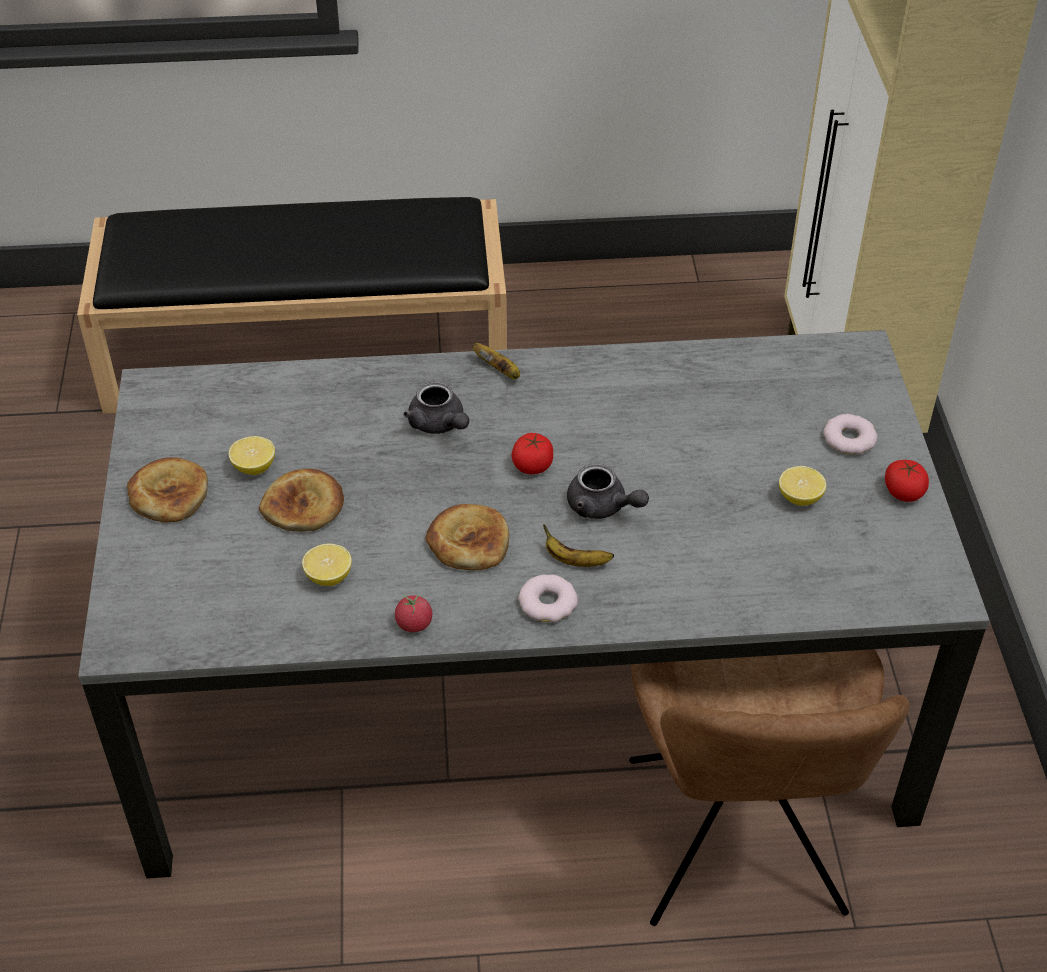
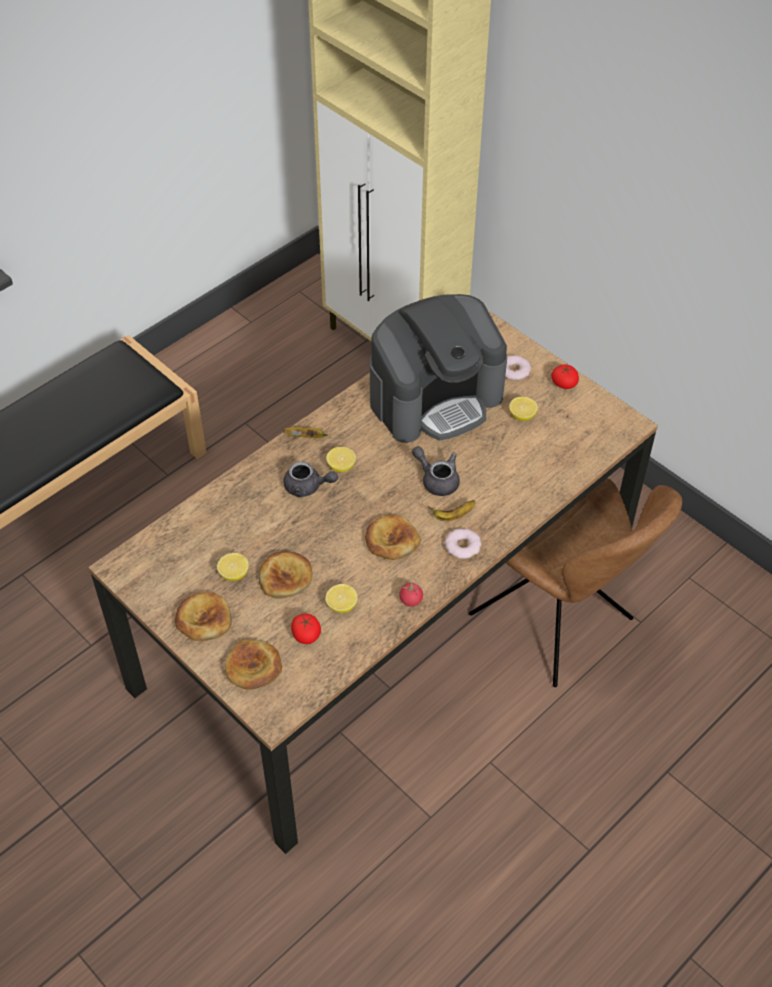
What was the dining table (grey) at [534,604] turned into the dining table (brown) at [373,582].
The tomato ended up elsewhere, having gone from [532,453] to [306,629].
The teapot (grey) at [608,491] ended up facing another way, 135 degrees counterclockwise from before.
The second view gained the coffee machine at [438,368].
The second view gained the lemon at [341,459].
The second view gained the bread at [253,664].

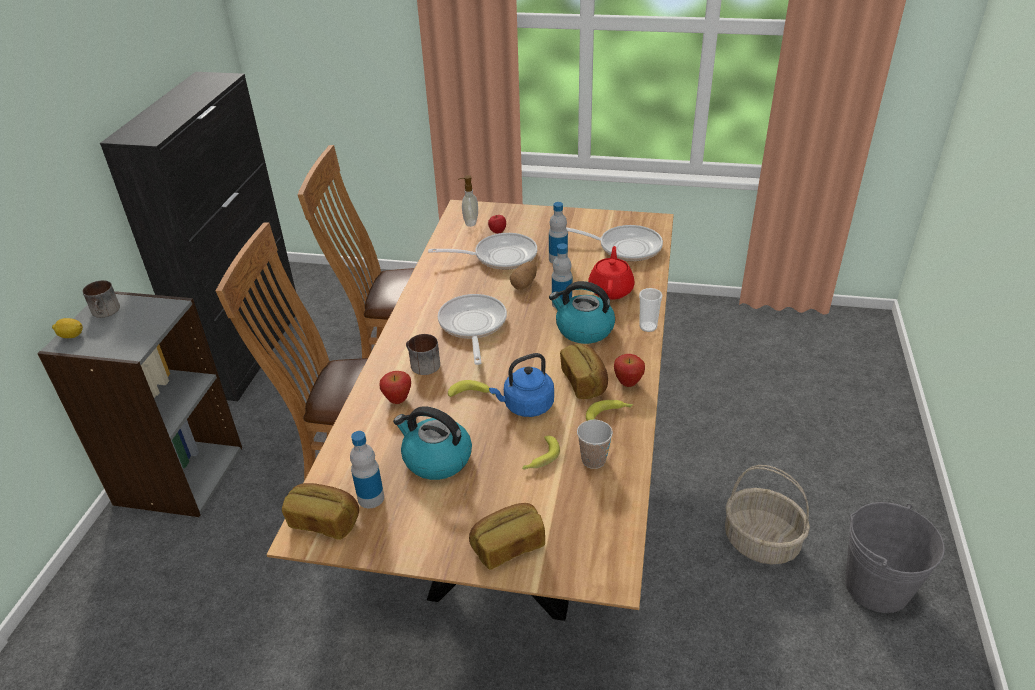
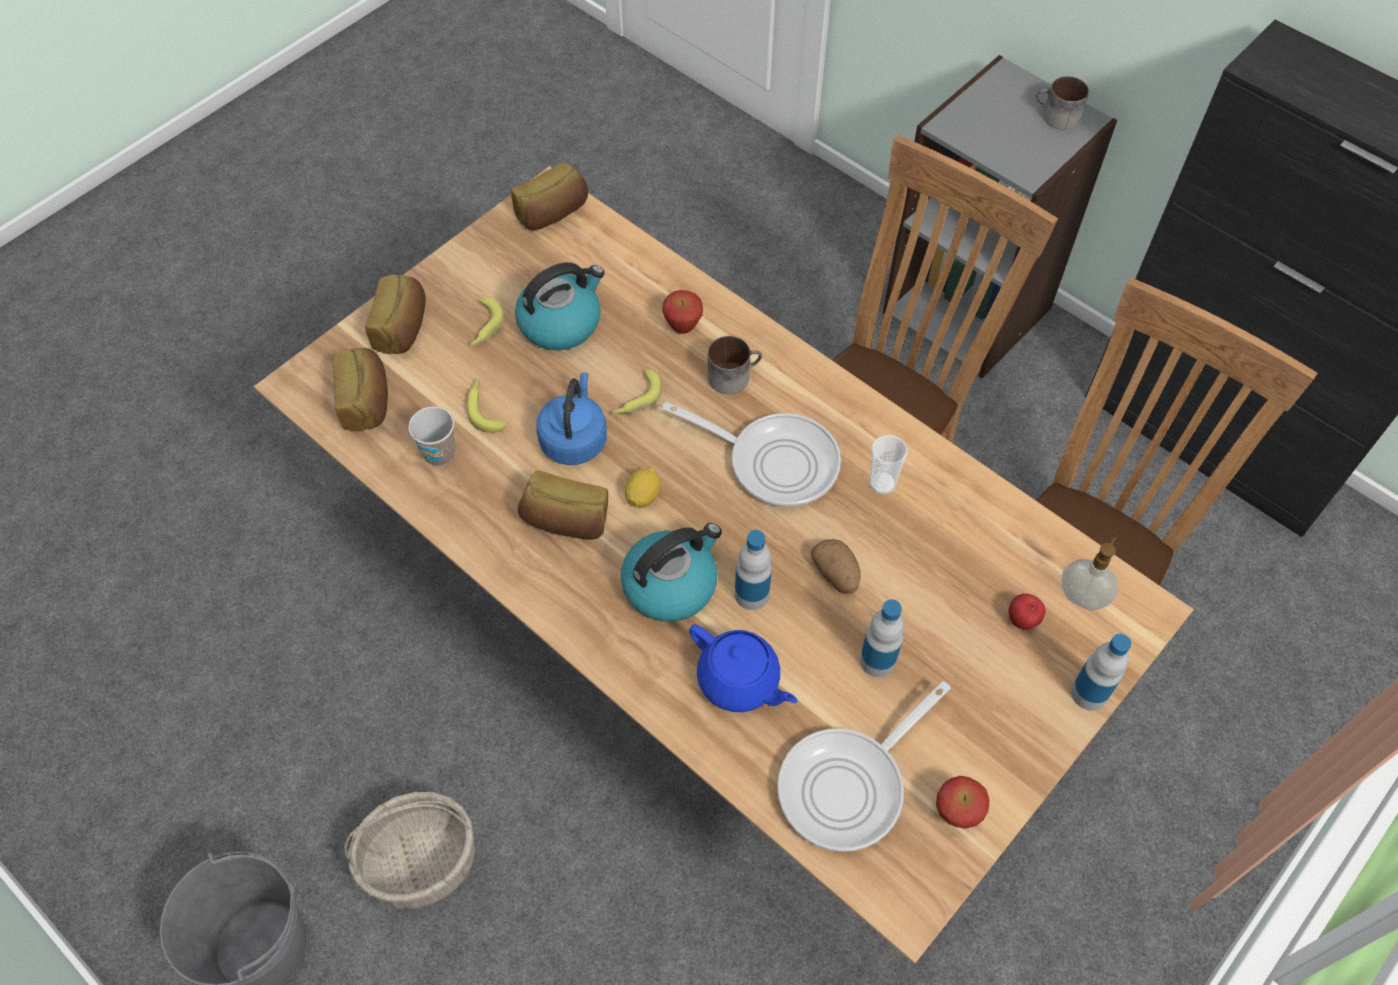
The second view lost the frying pan at [482,251].
What was the teapot (red) at [611,273] turned into the teapot (blue) at [743,668].
The cup ended up elsewhere, having gone from [651,310] to [888,464].
The lemon ended up elsewhere, having gone from [67,328] to [643,488].
The apple ended up elsewhere, having gone from [629,370] to [963,802].
The banana ended up elsewhere, having gone from [609,410] to [488,322].
The bottle ended up elsewhere, having gone from [367,469] to [1101,672].
The second view gained the bread at [360,389].

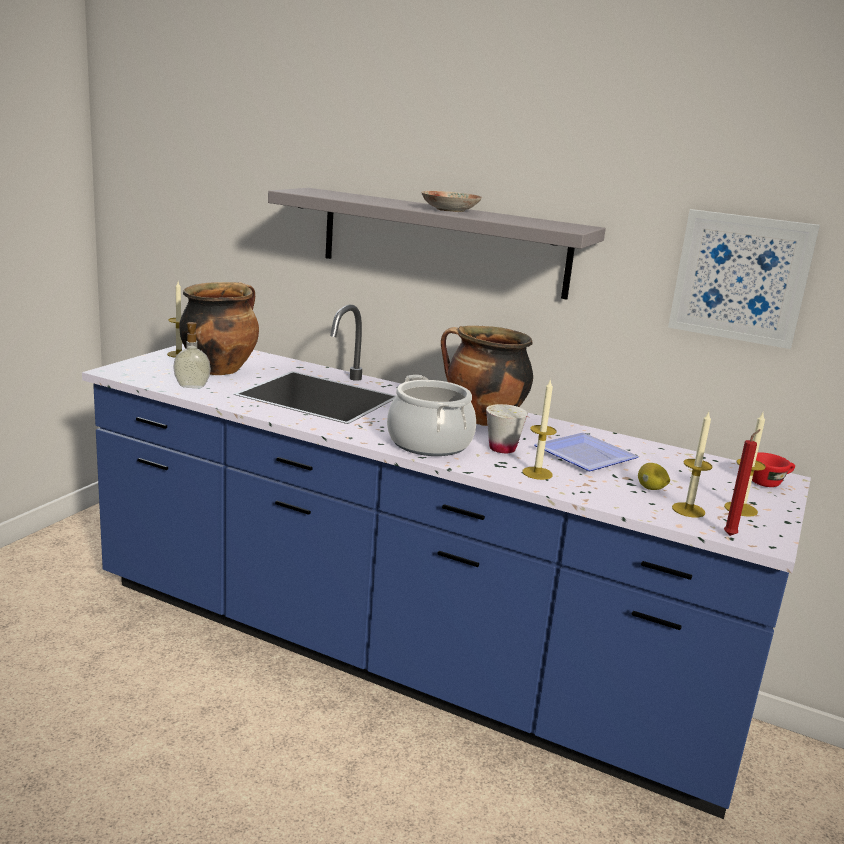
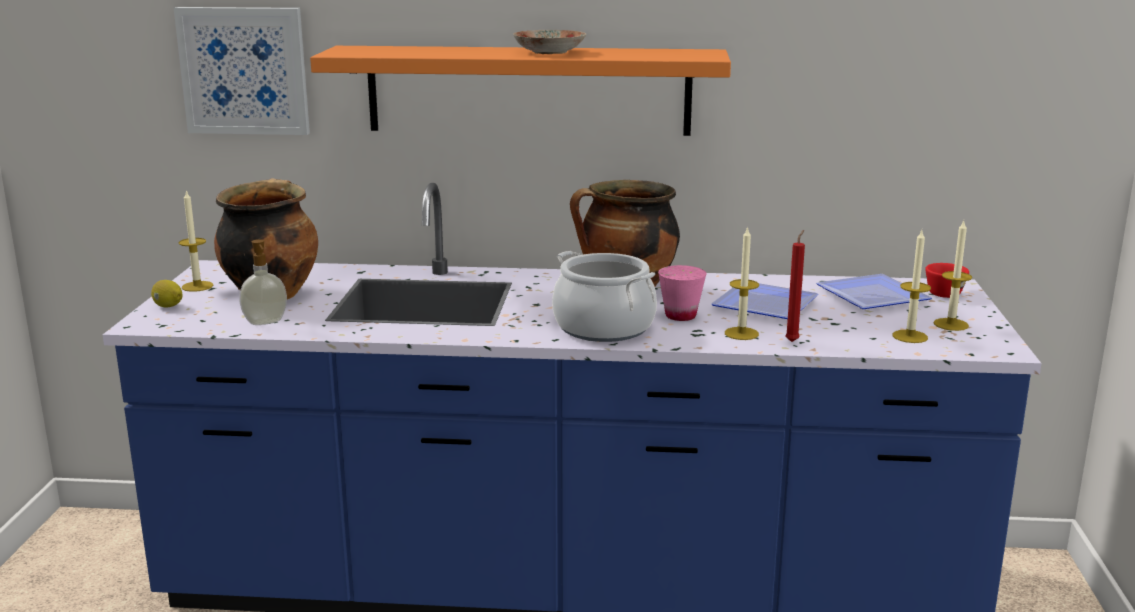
What was the shelf (grey) at [437,243] turned into the shelf (orange) at [520,91].
The picture ended up elsewhere, having gone from [744,279] to [242,71].
What was the cup (white) at [507,428] turned into the cup (pink) at [682,293].
The candle (red) ended up elsewhere, having gone from [742,482] to [795,286].
The lemon ended up elsewhere, having gone from [654,476] to [167,294].
The second view gained the plate at [874,291].

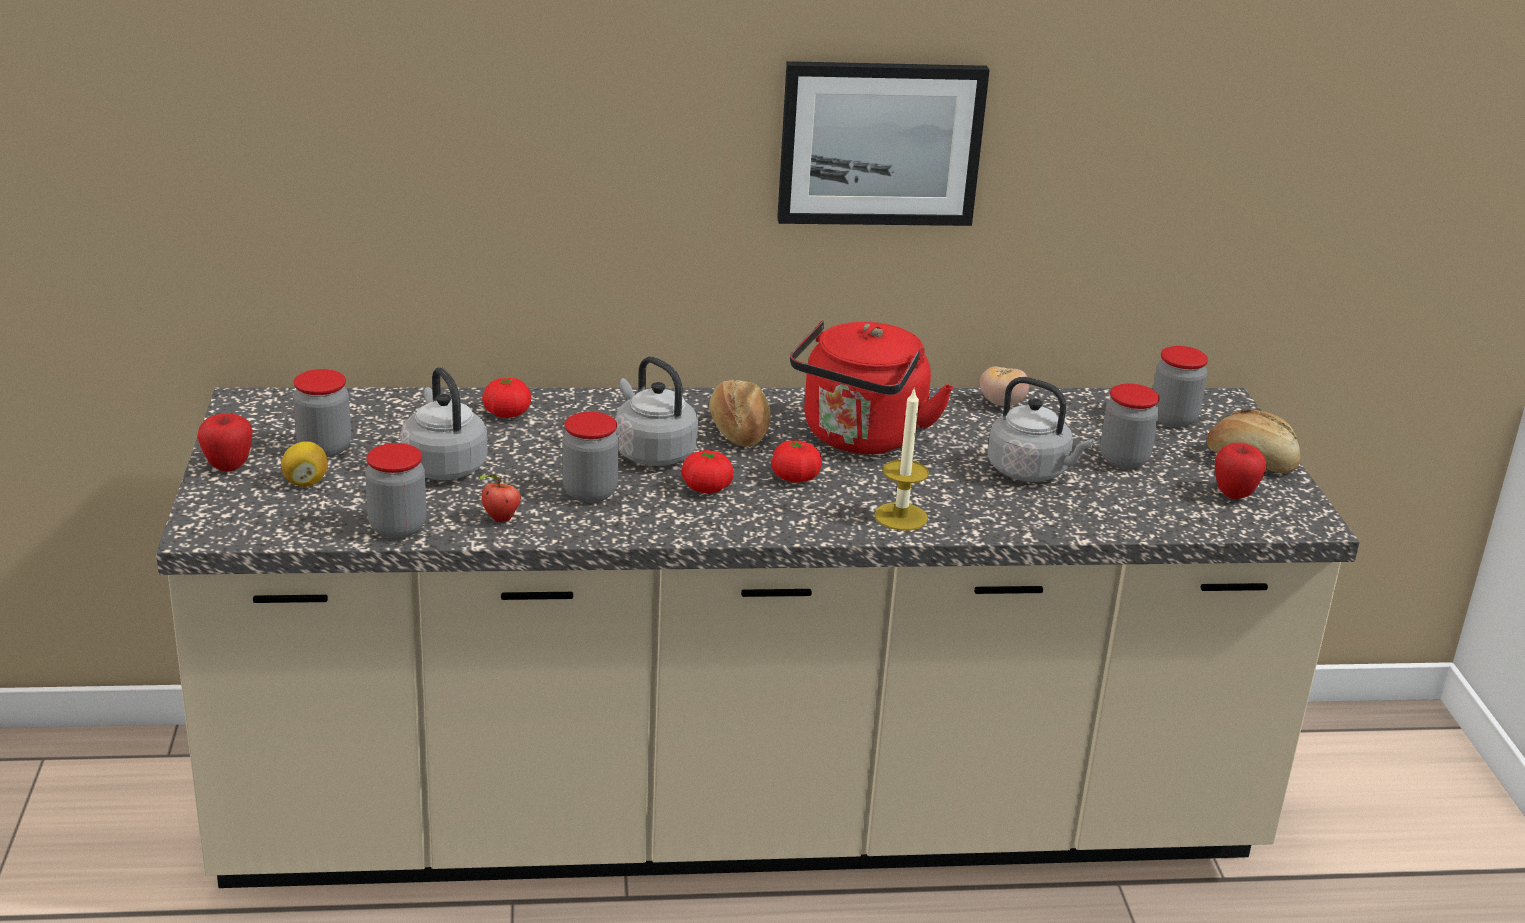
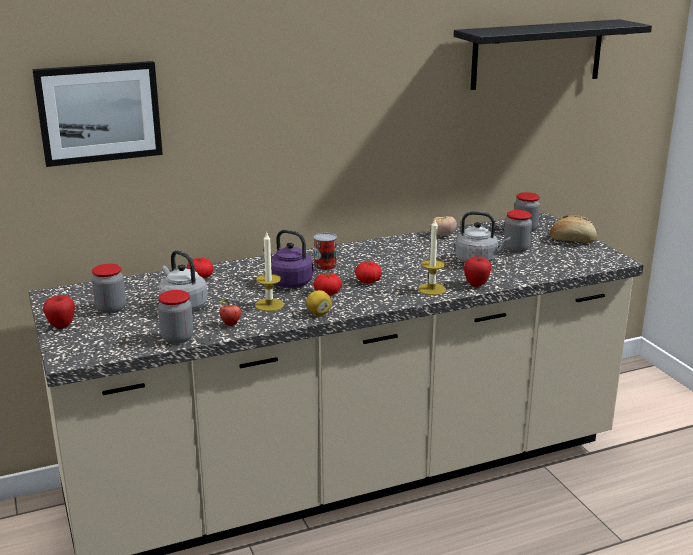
The picture ended up elsewhere, having gone from [883,143] to [97,114].
The second view lost the kettle (red) at [872,387].
What was the kettle (grey) at [656,411] turned into the kettle (purple) at [288,259].
Where the bread stood at [740,413], the can came to stand at [325,252].
Where the jar stood at [591,457], the candle came to stand at [269,272].
The lemon ended up elsewhere, having gone from [304,464] to [319,302].
The apple ended up elsewhere, having gone from [1240,471] to [478,272].
The second view gained the shelf (black) at [553,54].

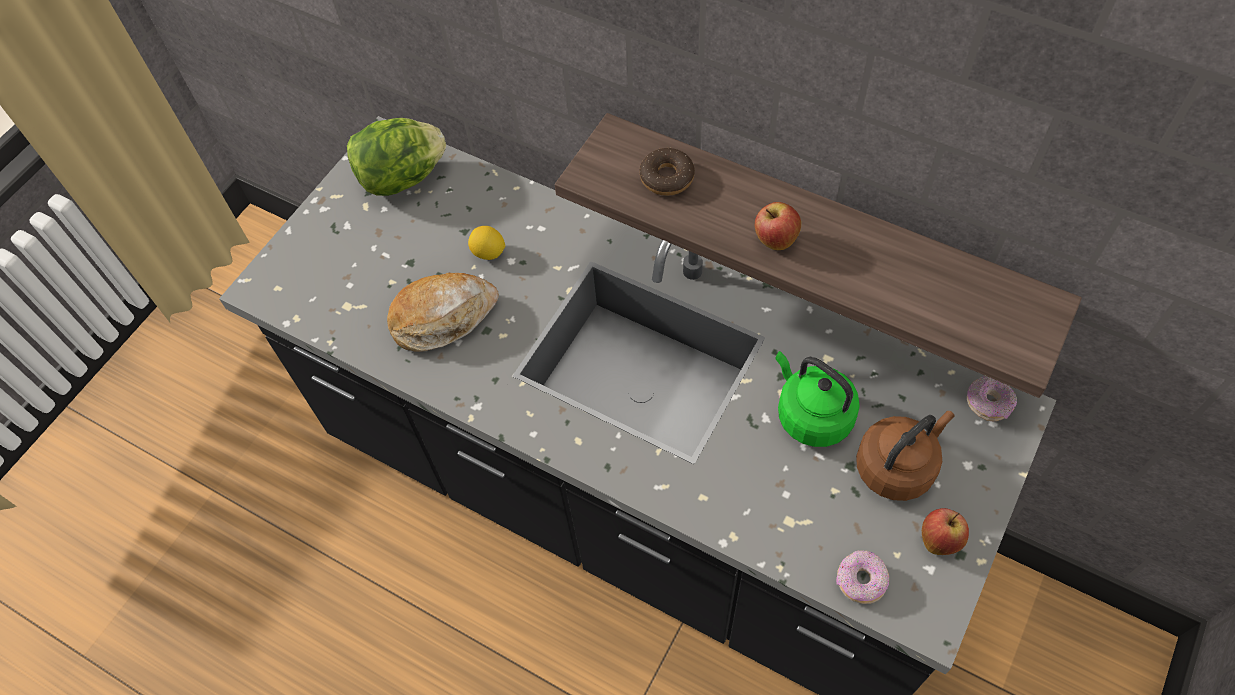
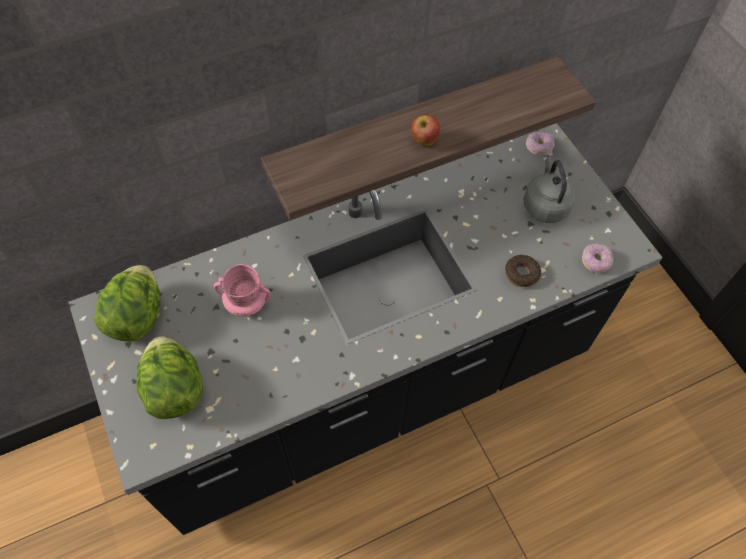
The donut ended up elsewhere, having gone from [667,172] to [523,271].
Where the lemon stood at [486,243], the mug (pink) came to stand at [242,290].
The second view lost the bread at [443,312].
The second view lost the kettle (green) at [817,399].
What was the kettle (brown) at [905,456] turned into the kettle (grey) at [550,190].
The second view lost the apple at [945,531].
The second view gained the lettuce at [169,377].

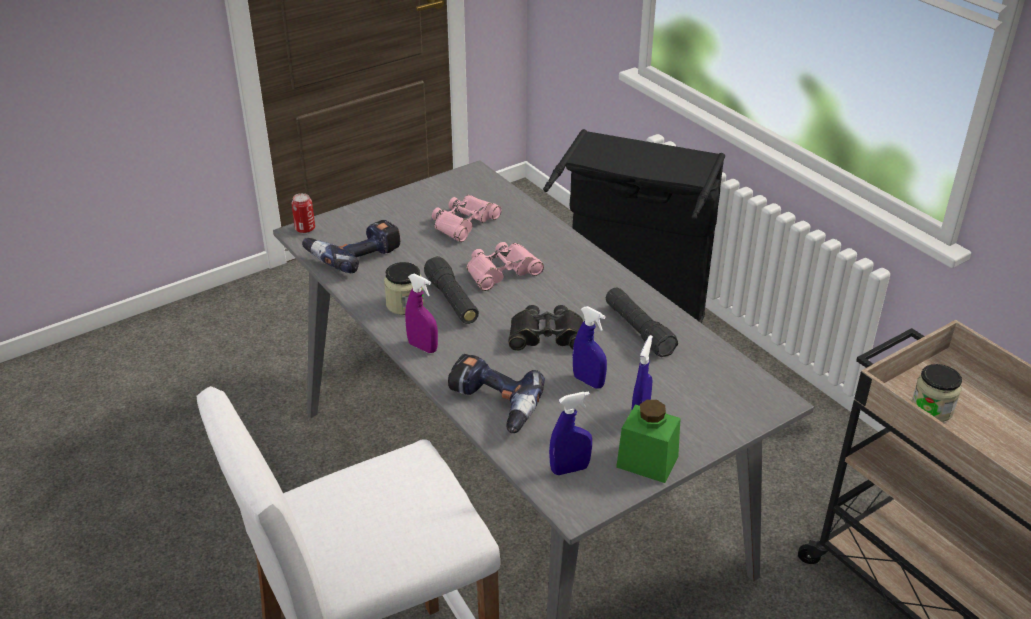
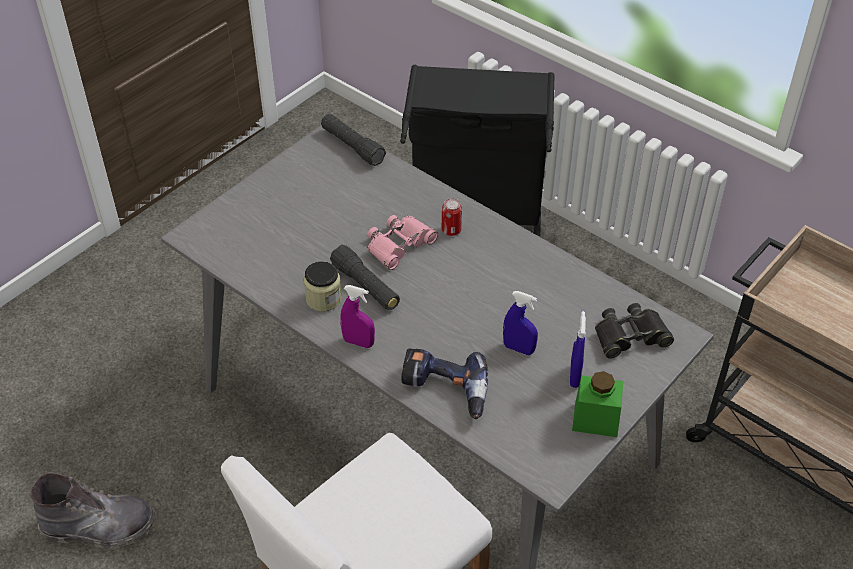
The can ended up elsewhere, having gone from [303,213] to [452,217].
The second view lost the binoculars (pink) at [467,218].
The second view lost the power drill at [351,246].
The flashlight (black) ended up elsewhere, having gone from [642,322] to [353,140].
The binoculars (black) ended up elsewhere, having gone from [545,328] to [634,331].
The second view lost the jar at [937,393].
The second view lost the spray bottle (blue) at [570,433].
The second view gained the boot (grey) at [93,510].

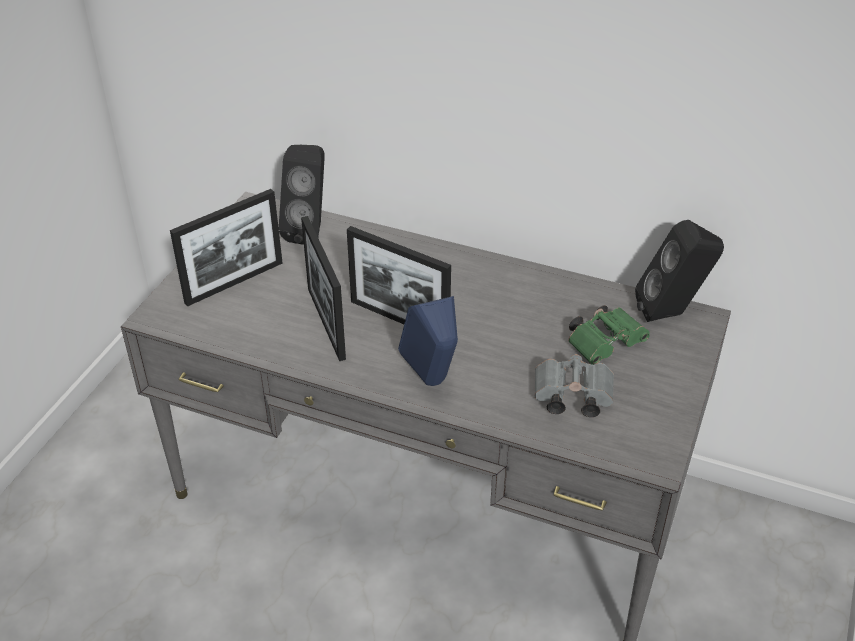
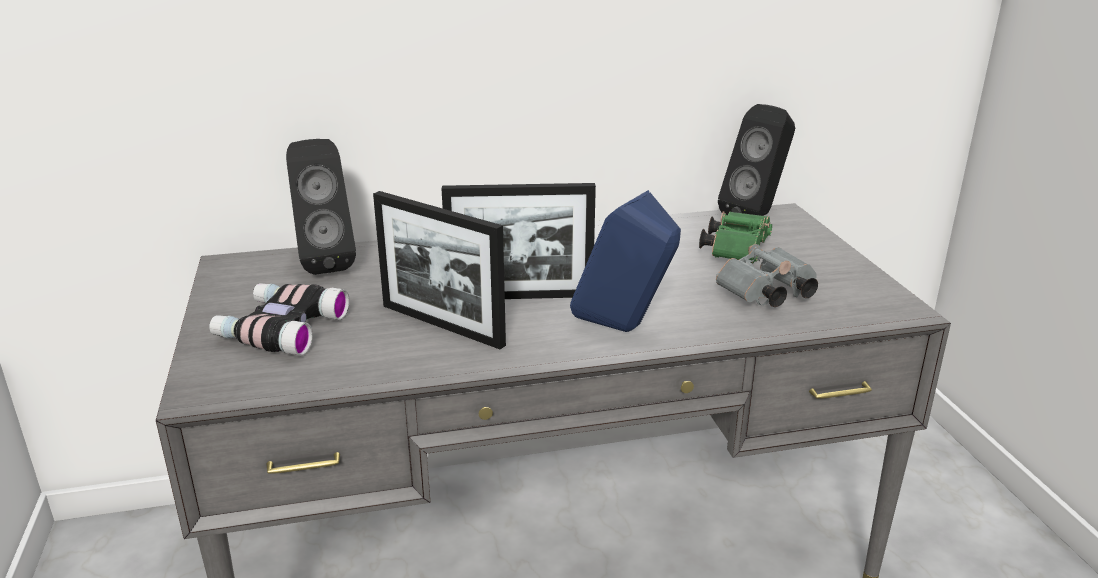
Where the picture frame stood at [226,248], the binoculars came to stand at [279,319].

